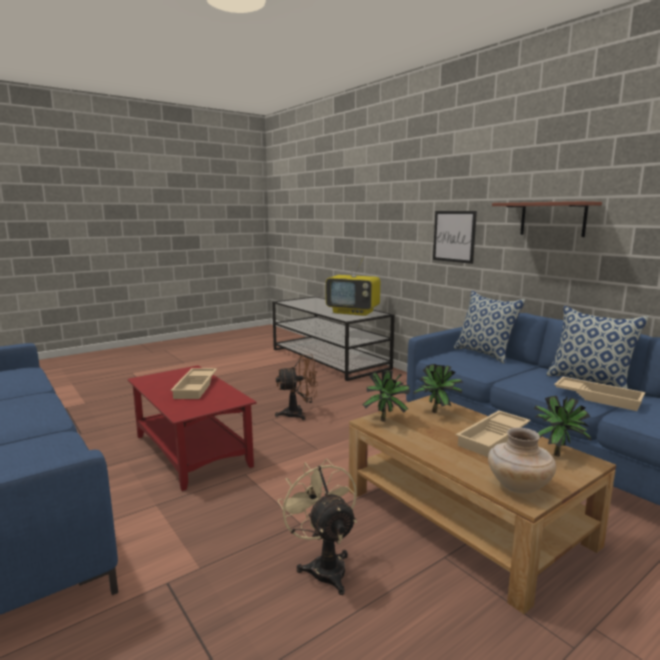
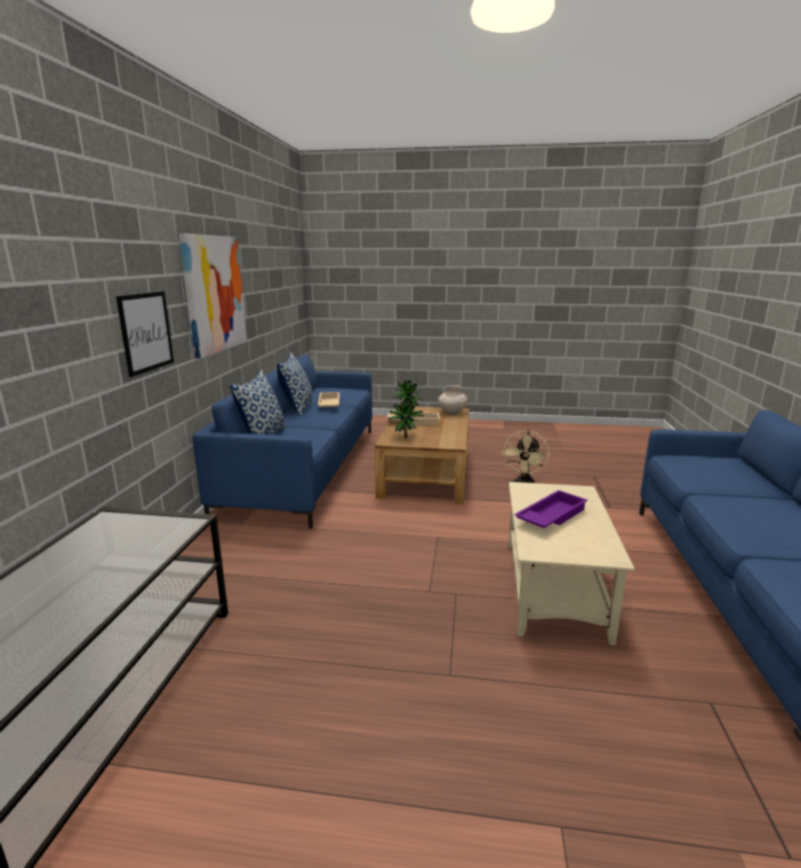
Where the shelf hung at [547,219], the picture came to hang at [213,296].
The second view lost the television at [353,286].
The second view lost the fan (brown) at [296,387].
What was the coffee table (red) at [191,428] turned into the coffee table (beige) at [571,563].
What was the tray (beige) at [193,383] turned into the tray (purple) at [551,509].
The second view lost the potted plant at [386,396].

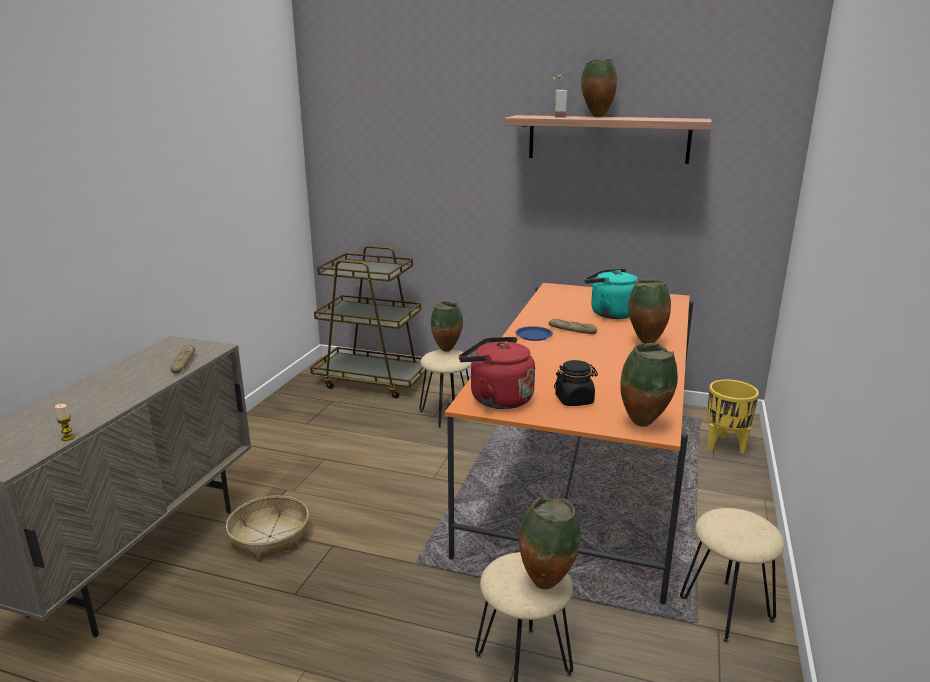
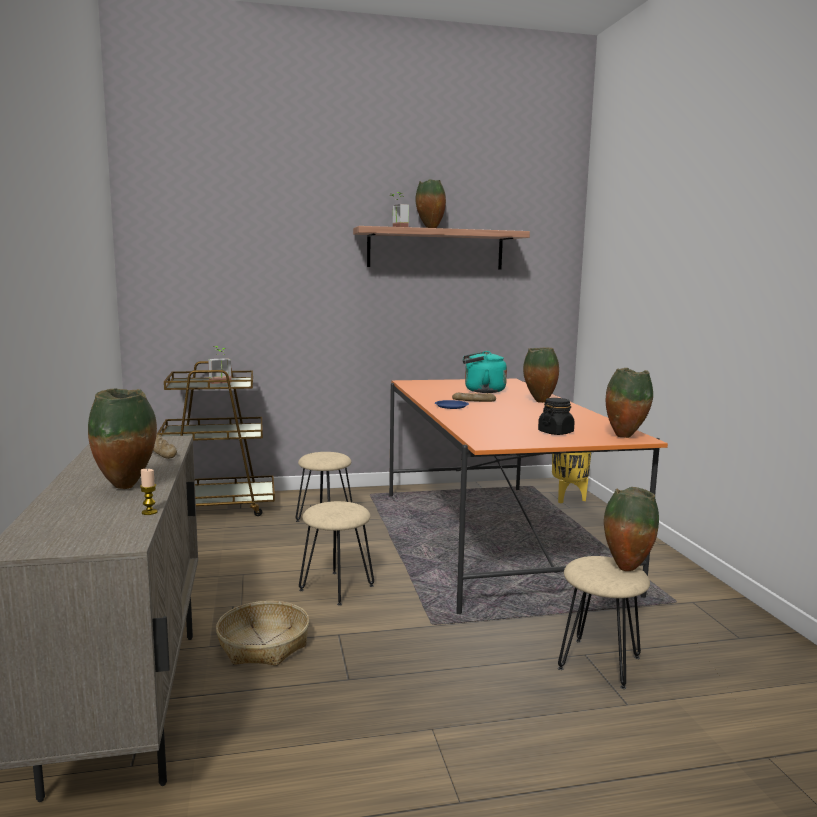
The vase ended up elsewhere, having gone from [447,326] to [122,439].
The second view lost the kettle (red) at [497,373].
The stool (beige) ended up elsewhere, having gone from [732,575] to [336,553].
The second view gained the potted plant at [220,365].

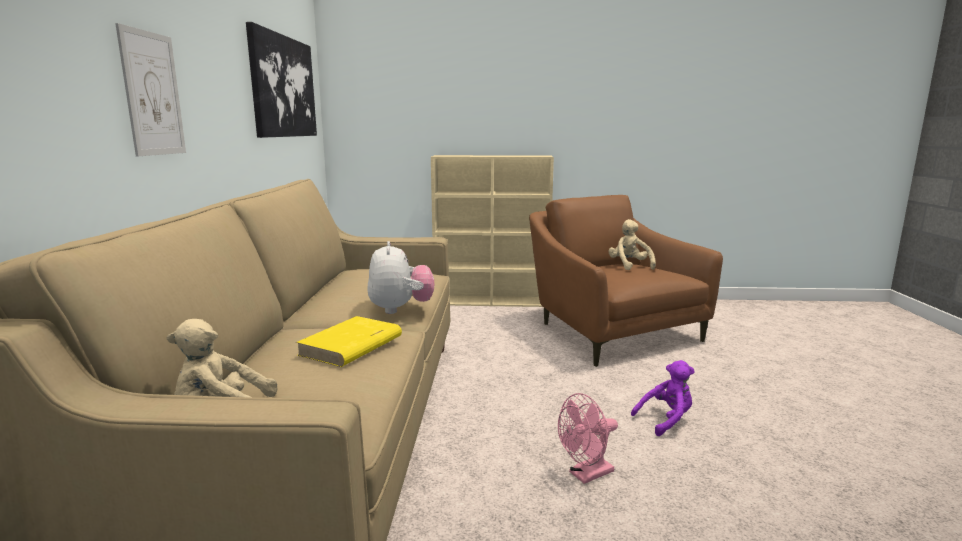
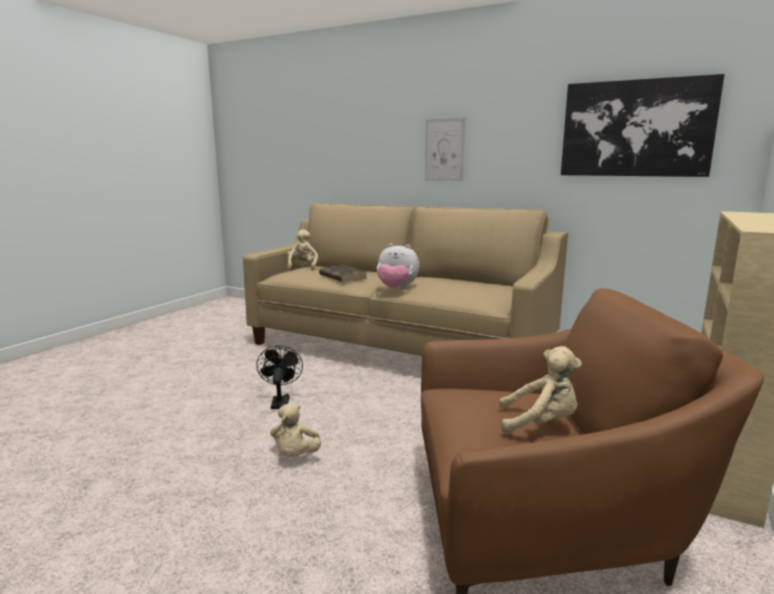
What was the book (yellow) at [349,341] turned into the book (brown) at [343,273].
What was the plush toy (purple) at [663,398] turned into the plush toy (beige) at [295,430].
What was the fan (pink) at [588,438] turned into the fan (black) at [279,377].

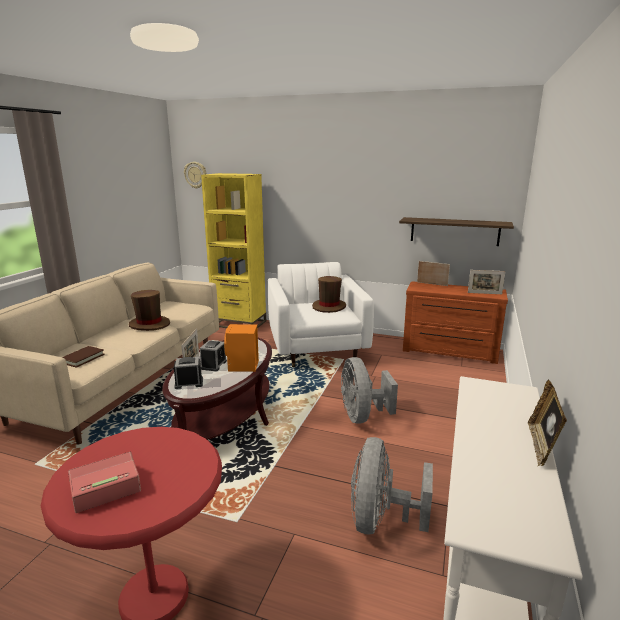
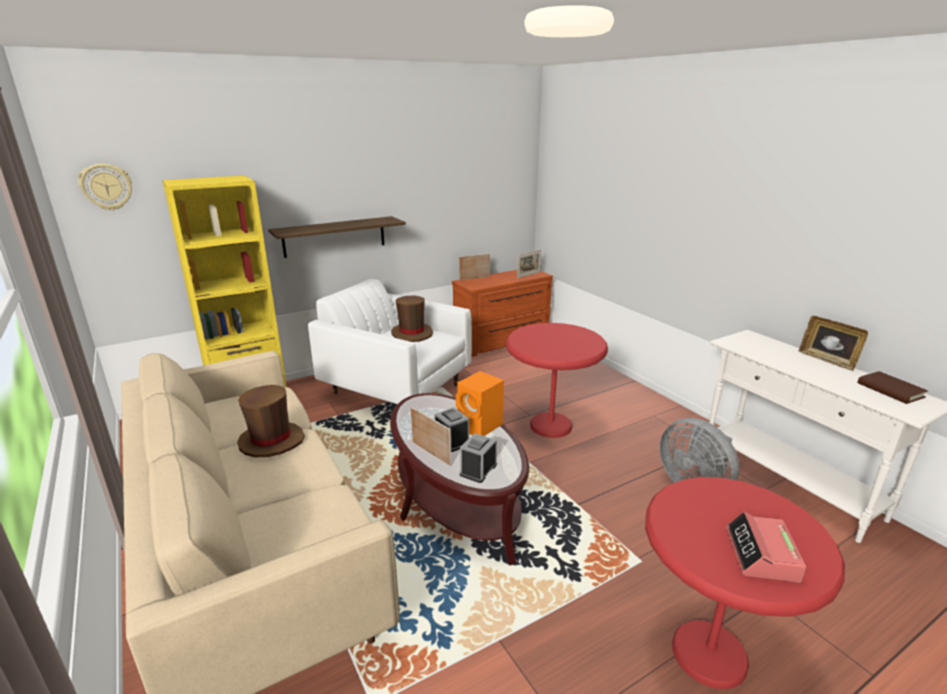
The shelf ended up elsewhere, having gone from [456,231] to [337,237].
The book (brown) ended up elsewhere, having gone from [84,357] to [893,387].
Where the fan (grey) stood at [369,390], the side table (red) came to stand at [557,380].

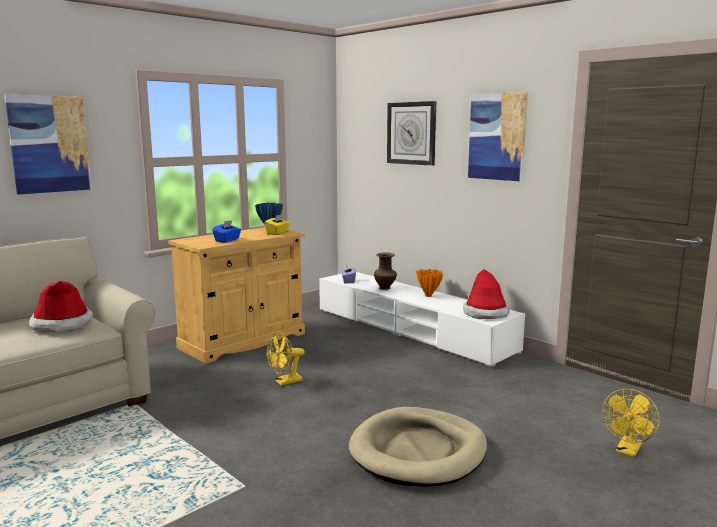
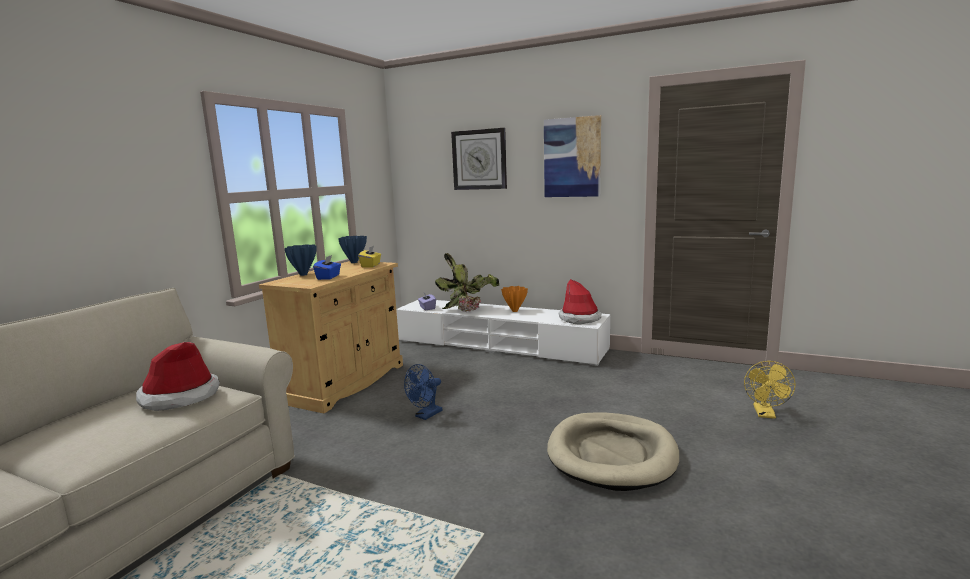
The second view lost the picture at [48,144].
Where the vase (brown) stood at [385,271], the potted plant came to stand at [467,282].
What was the fan (yellow) at [286,359] turned into the fan (blue) at [423,392].
The second view gained the vase (blue) at [301,260].

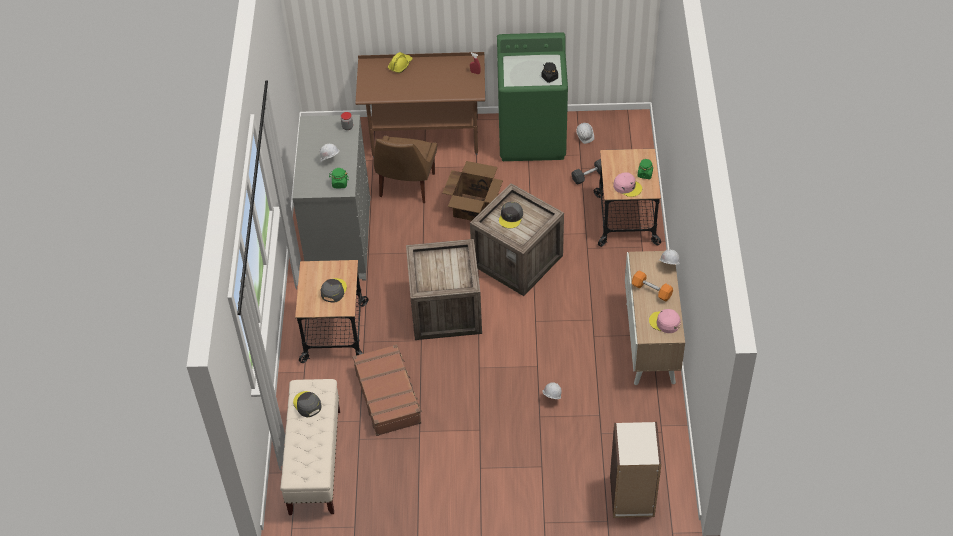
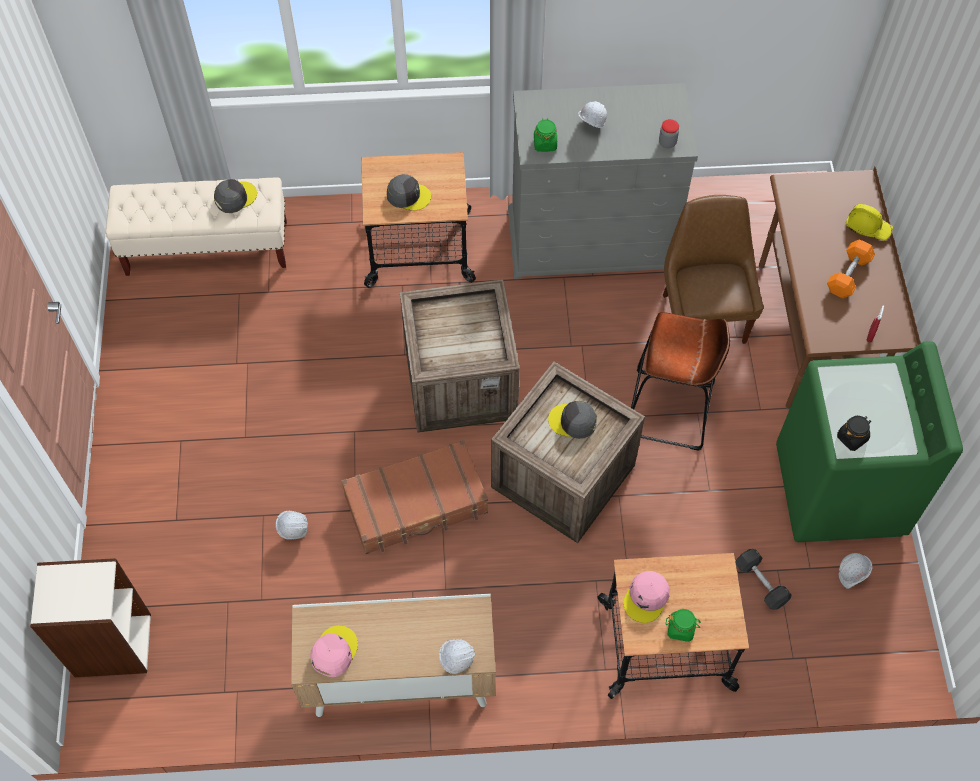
The chair (brown) at [405,169] ended up facing another way, 75 degrees clockwise from before.
Where the cardboard box stood at [472,191], the stool (brown) came to stand at [680,381].
The dumbbell (orange) ended up elsewhere, having gone from [652,286] to [851,268].
The suitcase (brown) ended up elsewhere, having gone from [387,390] to [414,497].

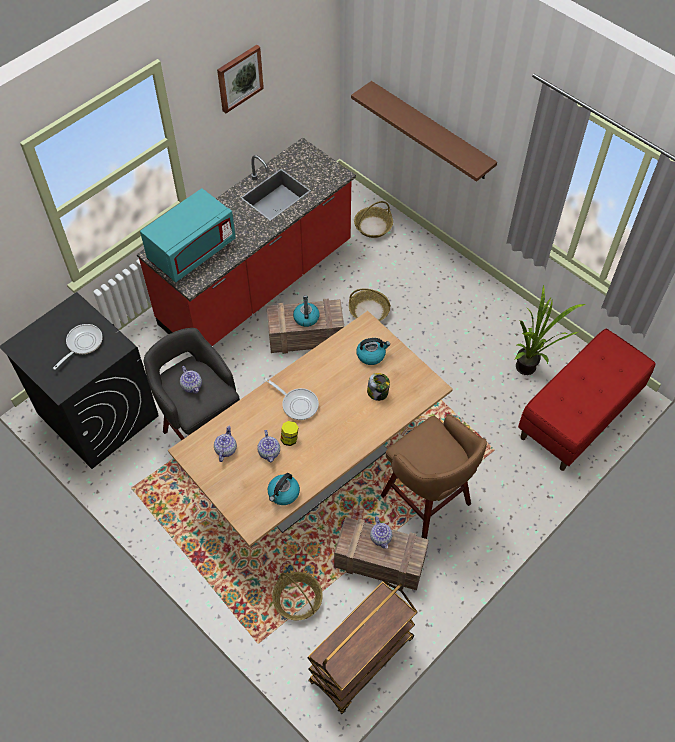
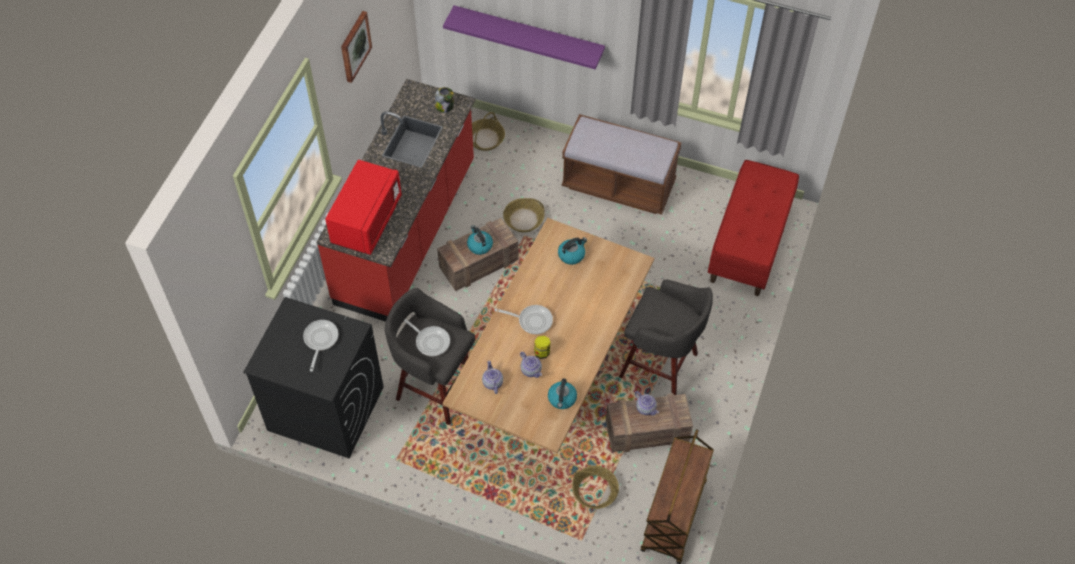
What was the shelf (brown) at [424,131] turned into the shelf (purple) at [524,37].
What was the microwave (turquoise) at [188,235] turned into the microwave (red) at [363,207].
The second view lost the potted plant at [550,330].
Where the teapot stood at [191,380], the frying pan came to stand at [427,337].
The jar ended up elsewhere, having gone from [378,387] to [444,100].
What was the stool (brown) at [433,476] turned into the stool (grey) at [666,337].
The second view gained the bench (brown) at [621,164].

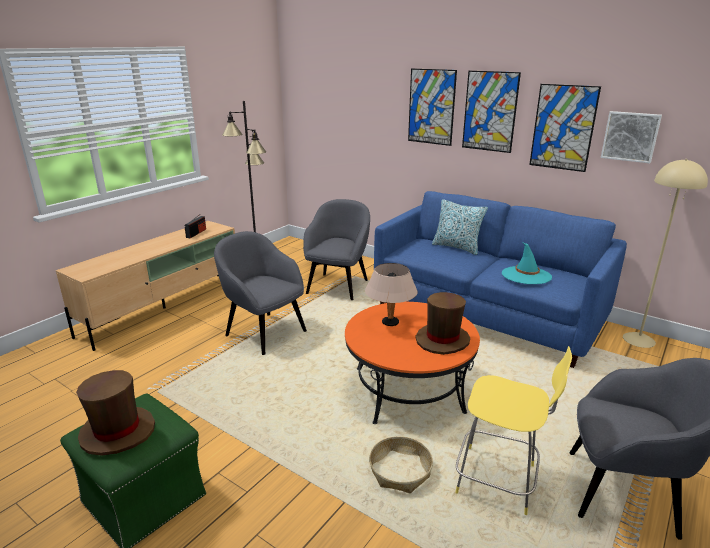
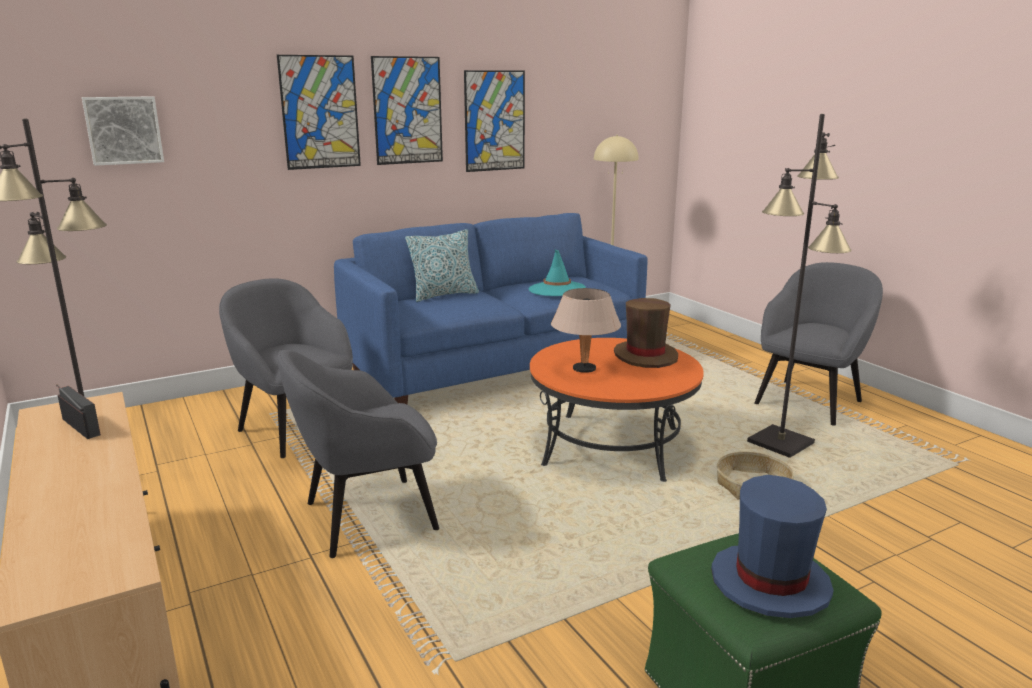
The picture ended up elsewhere, having gone from [631,137] to [123,131].
Where the stool (yellow) stood at [513,430], the floor lamp (black) came to stand at [799,286].
What was the hat (brown) at [115,413] turned into the hat (blue) at [772,546].

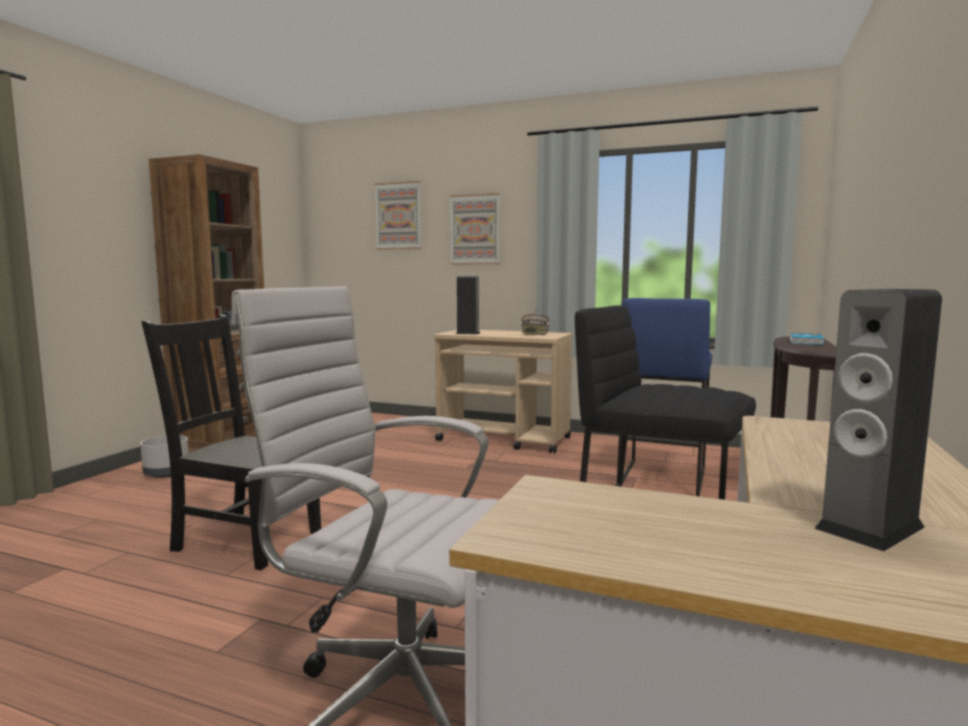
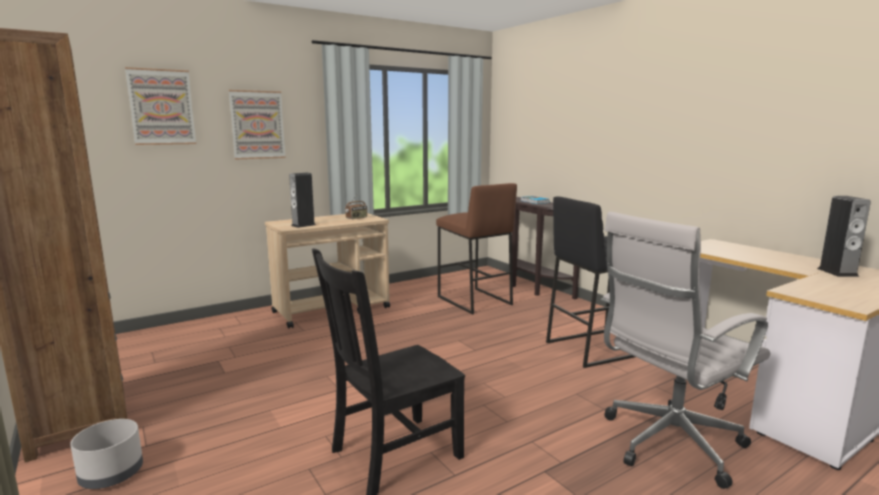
What was the stool (blue) at [664,397] turned into the stool (brown) at [476,249].

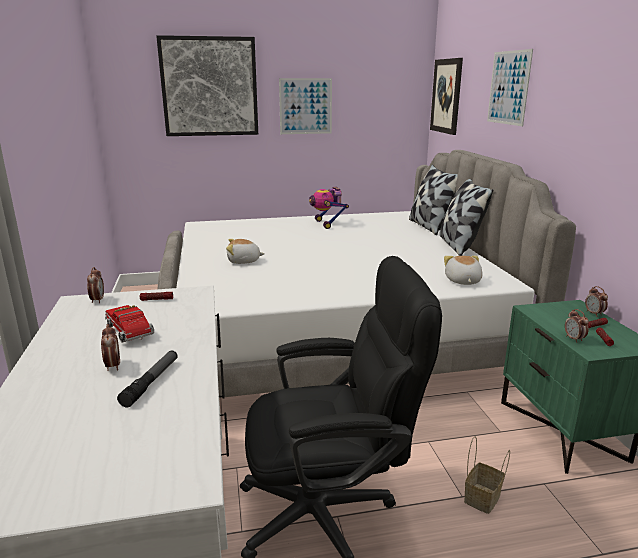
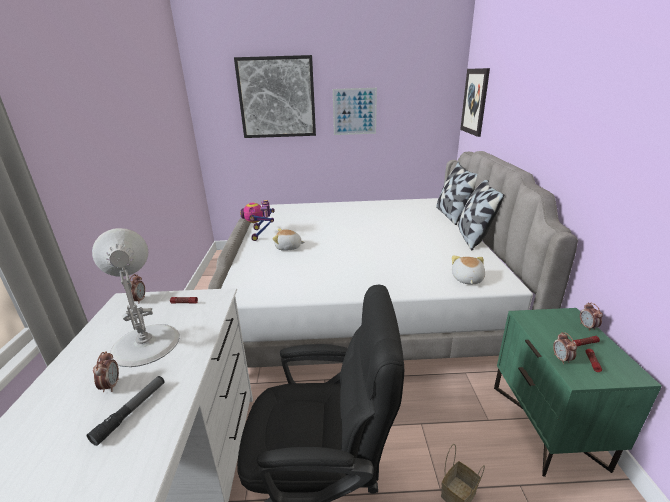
The second view lost the picture at [510,87].
The toy robot ended up elsewhere, having gone from [329,208] to [257,220].
Where the toy truck stood at [129,324], the table lamp (white) came to stand at [136,297].

